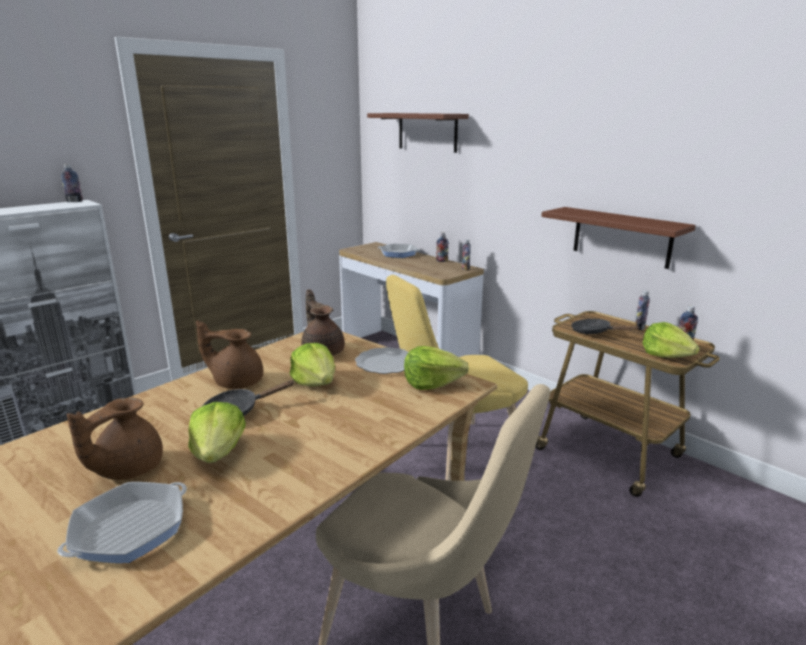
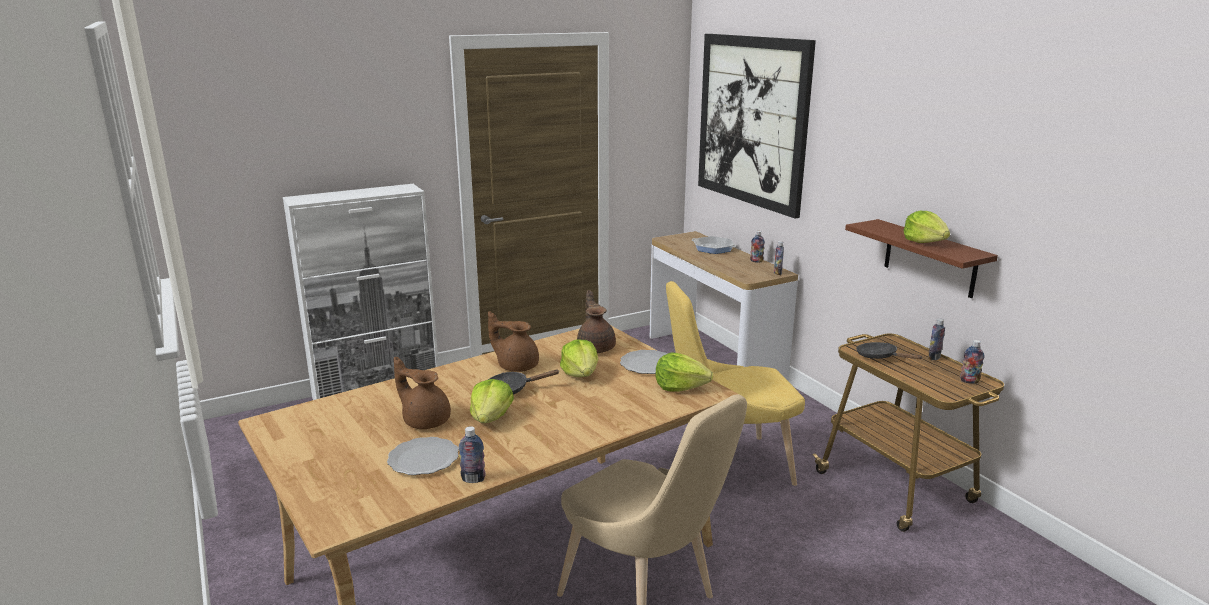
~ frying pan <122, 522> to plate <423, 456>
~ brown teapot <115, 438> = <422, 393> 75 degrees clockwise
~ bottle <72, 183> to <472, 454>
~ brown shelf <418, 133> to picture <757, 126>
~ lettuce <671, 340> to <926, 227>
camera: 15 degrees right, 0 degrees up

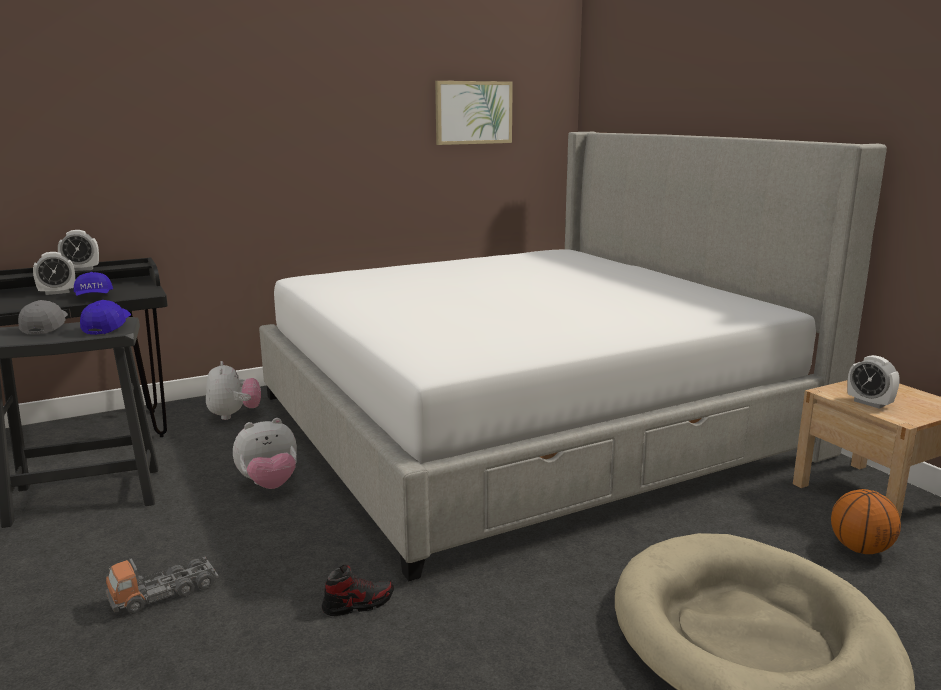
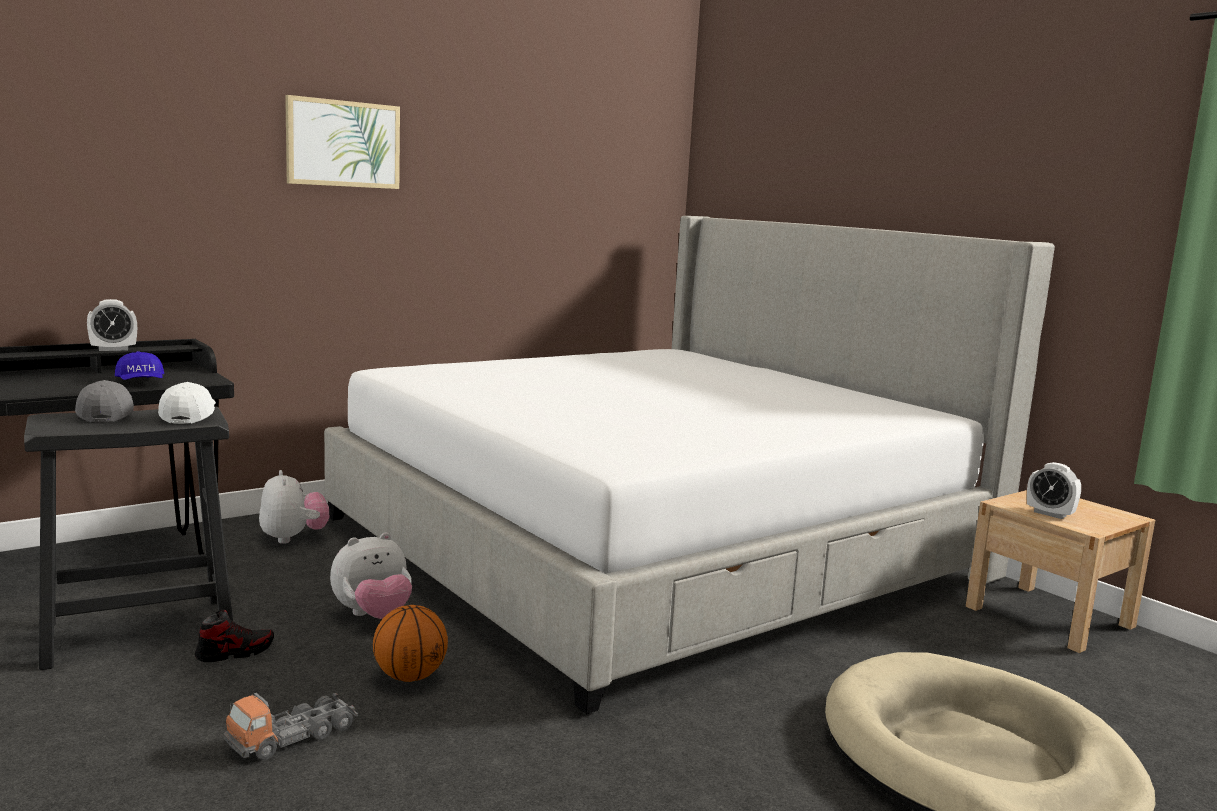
~ blue cap <105, 317> to white cap <187, 403>
~ shoe <358, 590> to <234, 636>
~ picture <474, 113> to <342, 142>
~ basketball <866, 521> to <410, 643>
- alarm clock <54, 273>
camera: 10 degrees left, 5 degrees down

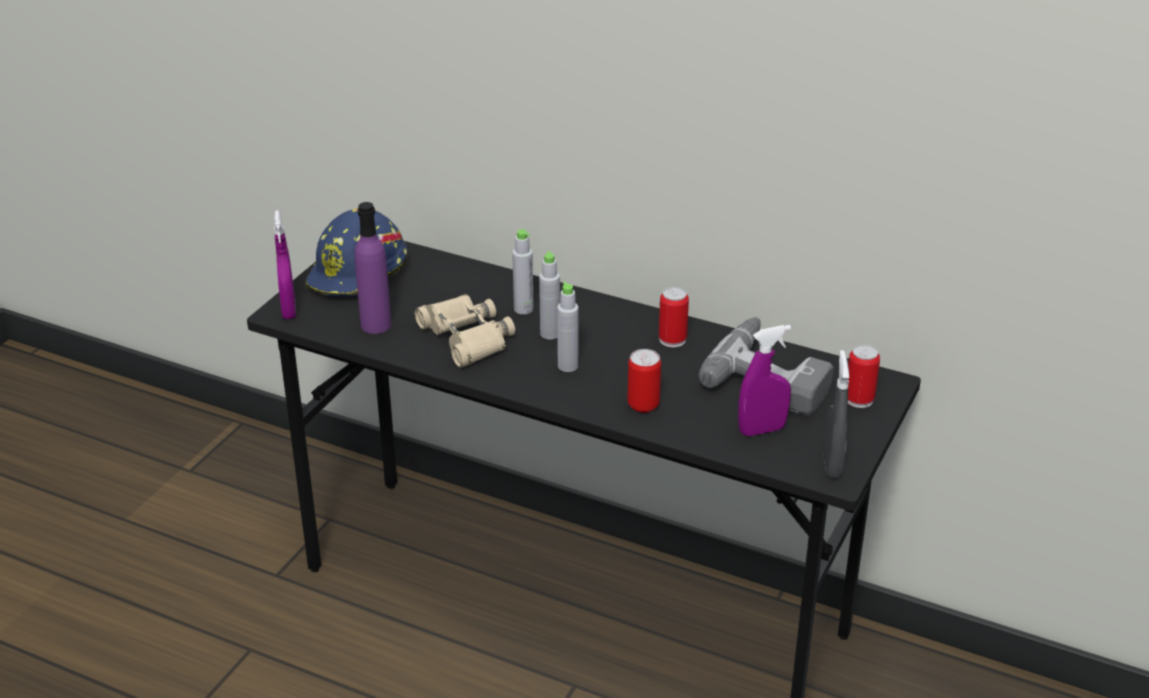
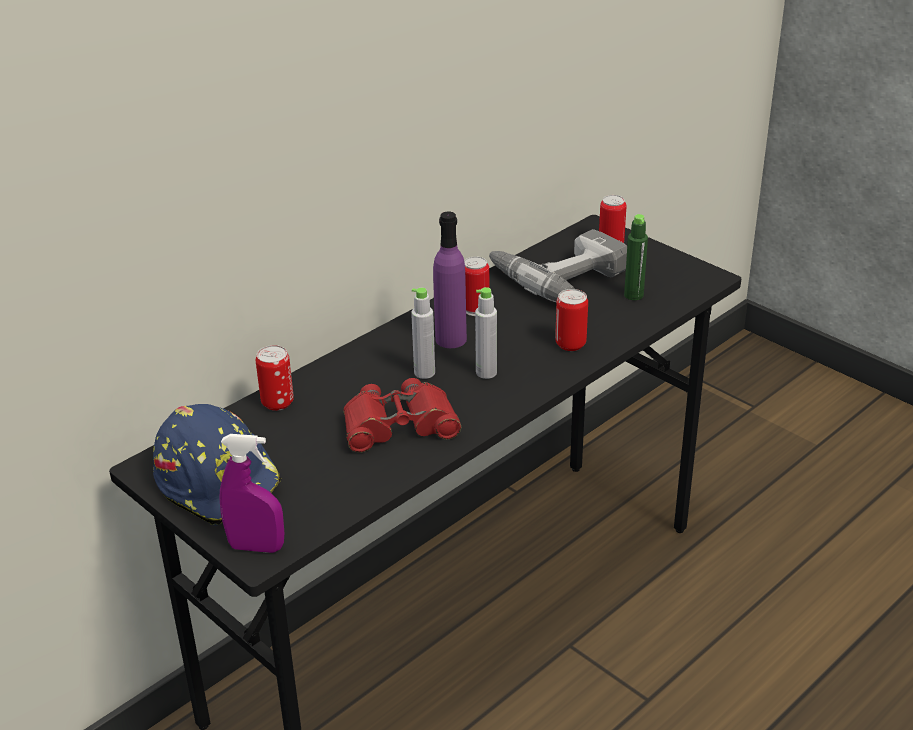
+ can <275, 378>
~ beige binoculars <465, 331> to red binoculars <402, 415>
~ purple bottle <373, 268> to <450, 280>
~ purple spray bottle <764, 380> to green bottle <636, 257>
- grey bottle <523, 272>
- grey spray bottle <836, 414>
camera: 70 degrees left, 0 degrees up

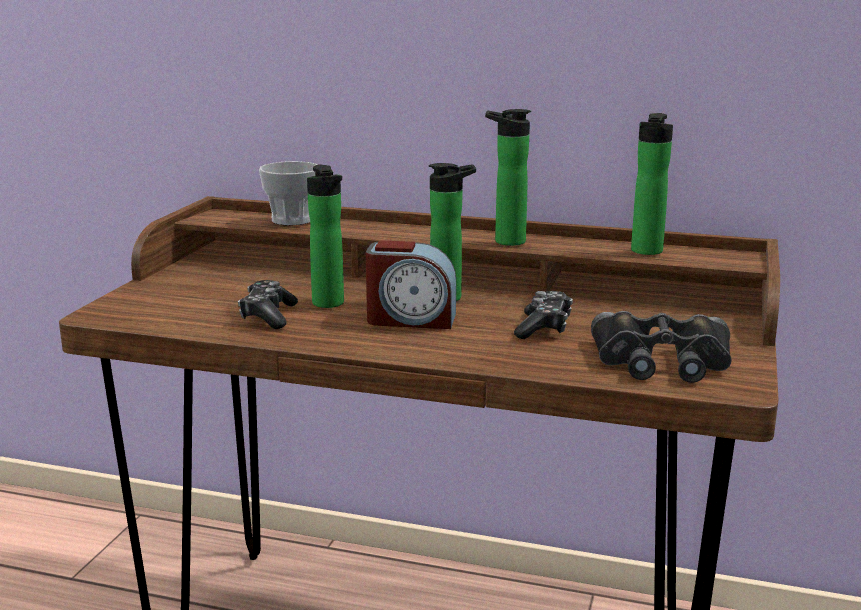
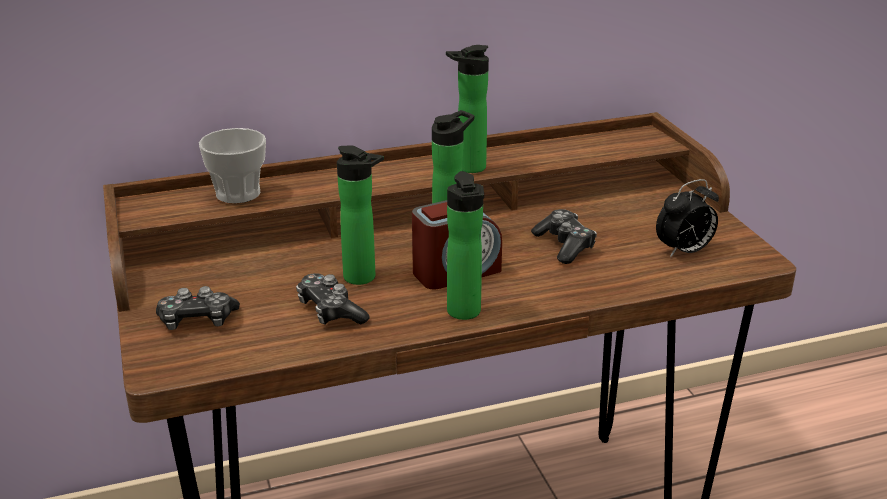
+ game controller <198, 308>
~ bottle <652, 184> to <465, 245>
~ black binoculars <661, 347> to alarm clock <687, 218>
camera: 35 degrees left, 10 degrees up

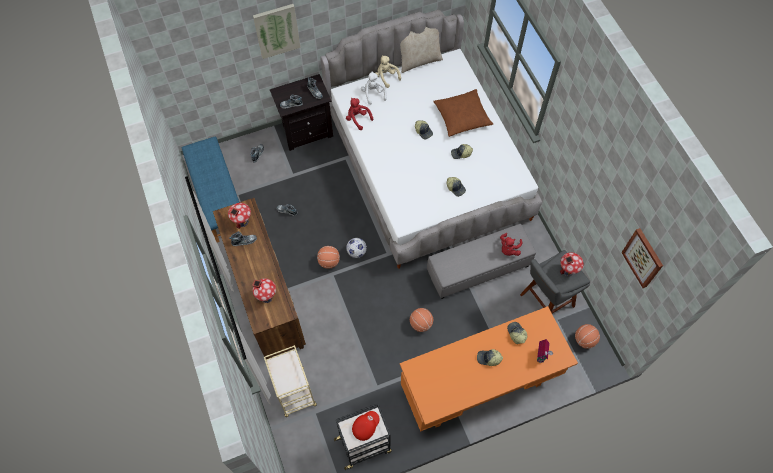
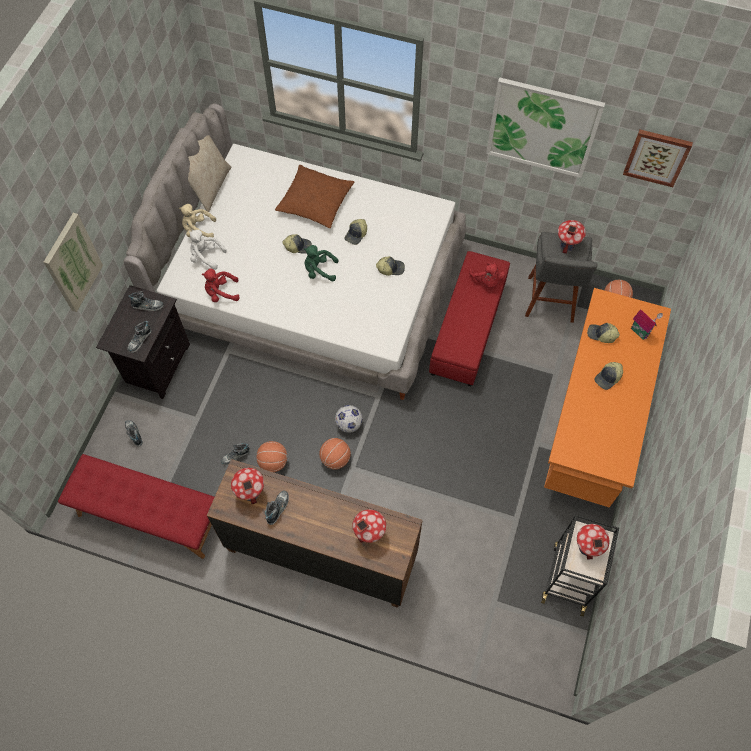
~ blue bench <210, 190> to red bench <136, 506>
~ basketball <421, 320> to <271, 456>
+ green plush toy <321, 263>
~ grey ottoman <481, 261> to red ottoman <469, 318>
+ picture <545, 127>
~ red cap <366, 426> to toy house <593, 542>
- beige cart <290, 381>
camera: 50 degrees left, 0 degrees up

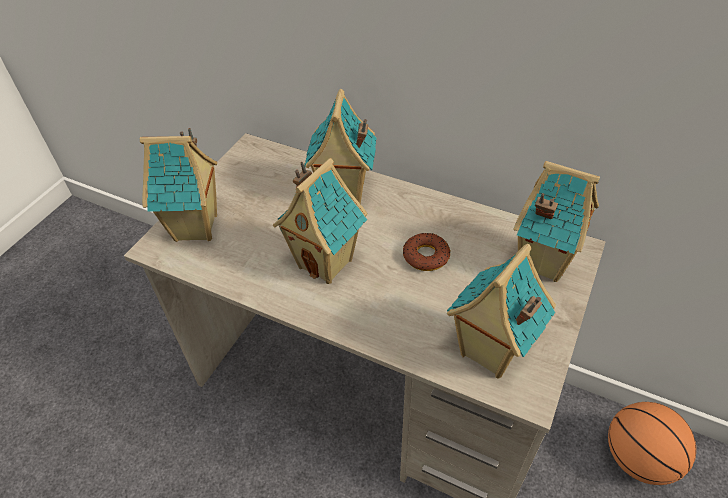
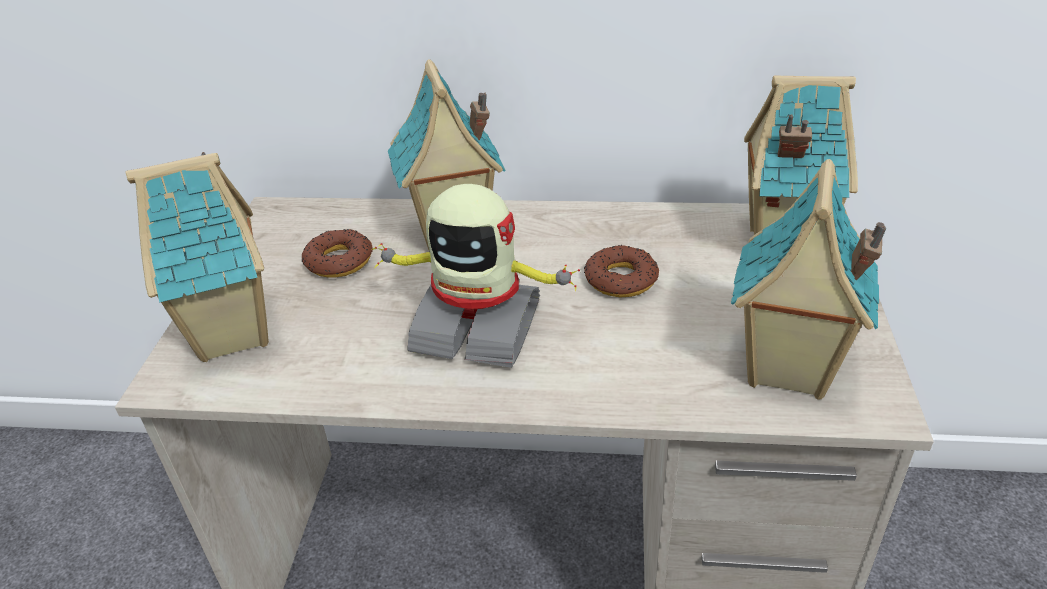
+ donut <337, 253>
~ toy house <320, 221> to toy robot <475, 276>
- basketball <652, 443>
camera: 20 degrees left, 10 degrees down

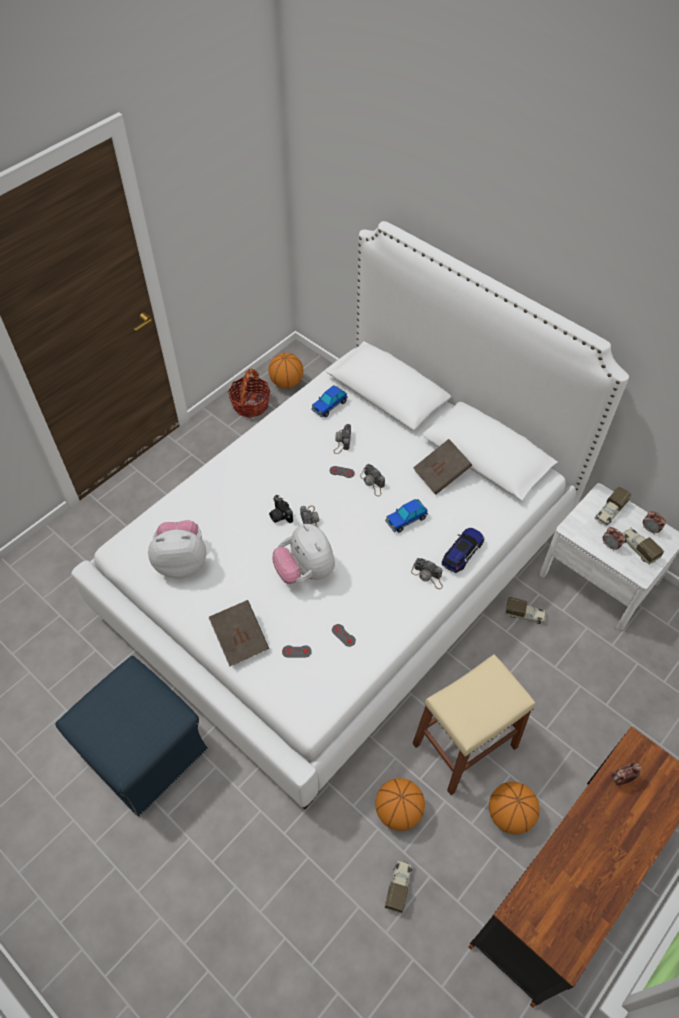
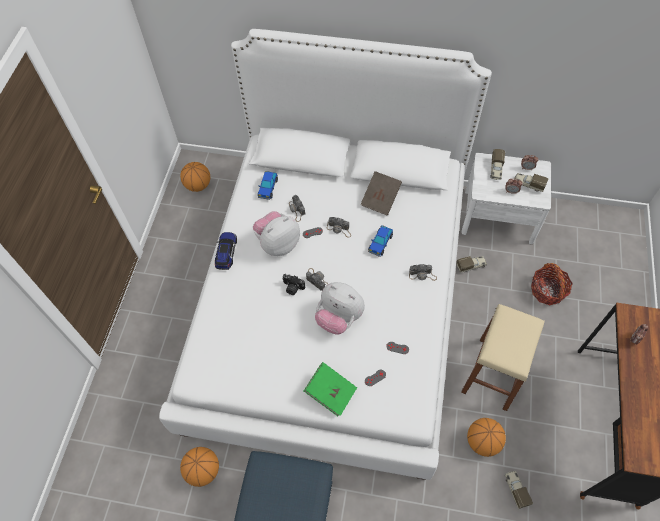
~ basketball <514, 808> to <199, 467>
~ toy car <463, 550> to <226, 251>
~ plush toy <177, 549> to <276, 233>
~ brown book <239, 633> to green book <330, 389>
~ basket <249, 393> to <552, 284>
camera: 30 degrees left, 5 degrees up

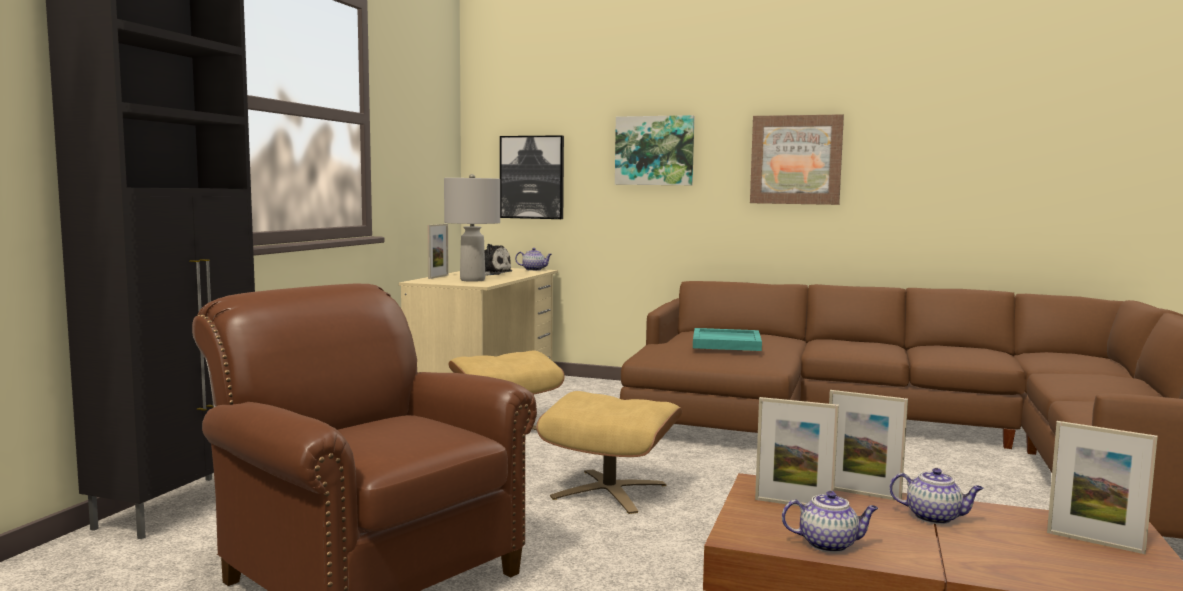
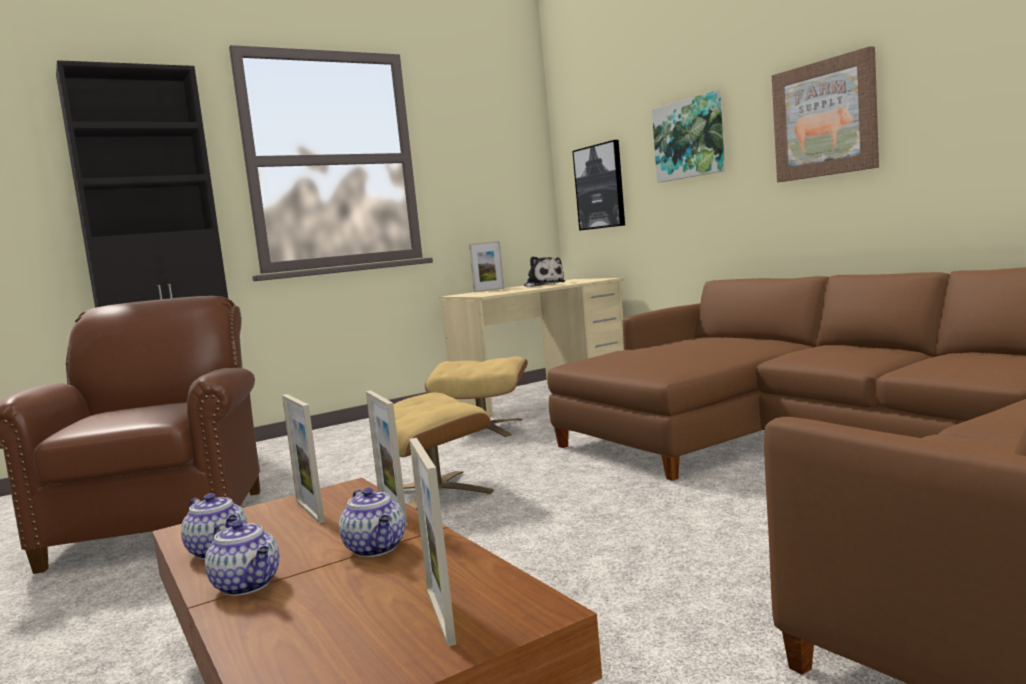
~ teapot <533, 259> to <242, 558>
- grey table lamp <472, 228>
- turquoise tray <727, 339>
camera: 40 degrees right, 0 degrees up

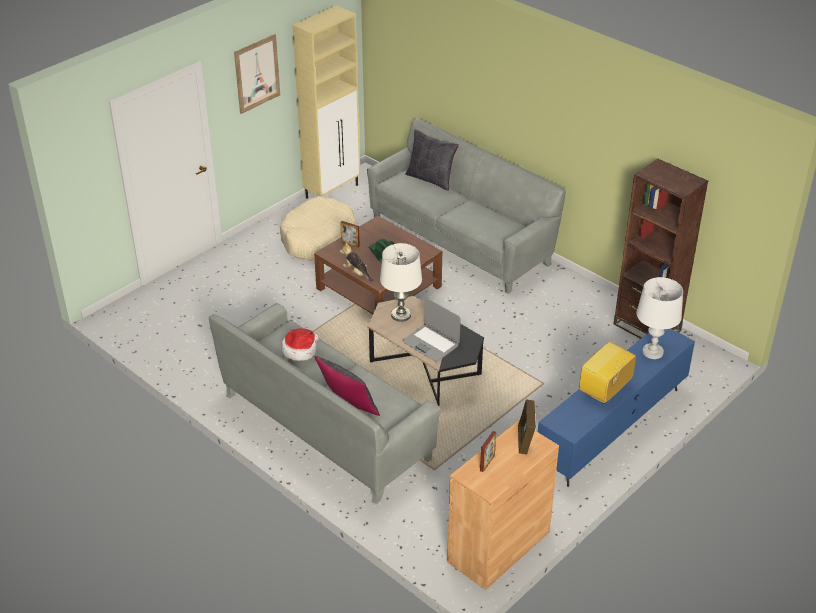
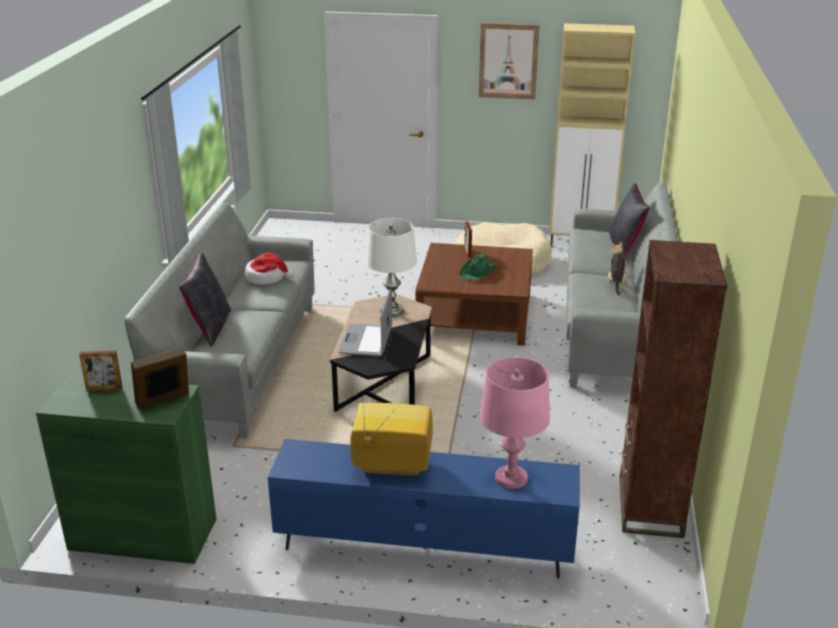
~ brown cabinet <503, 505> to green cabinet <126, 469>
~ white table lamp <660, 318> to pink table lamp <515, 423>
~ plush toy <357, 262> to <619, 268>
camera: 55 degrees right, 10 degrees down

